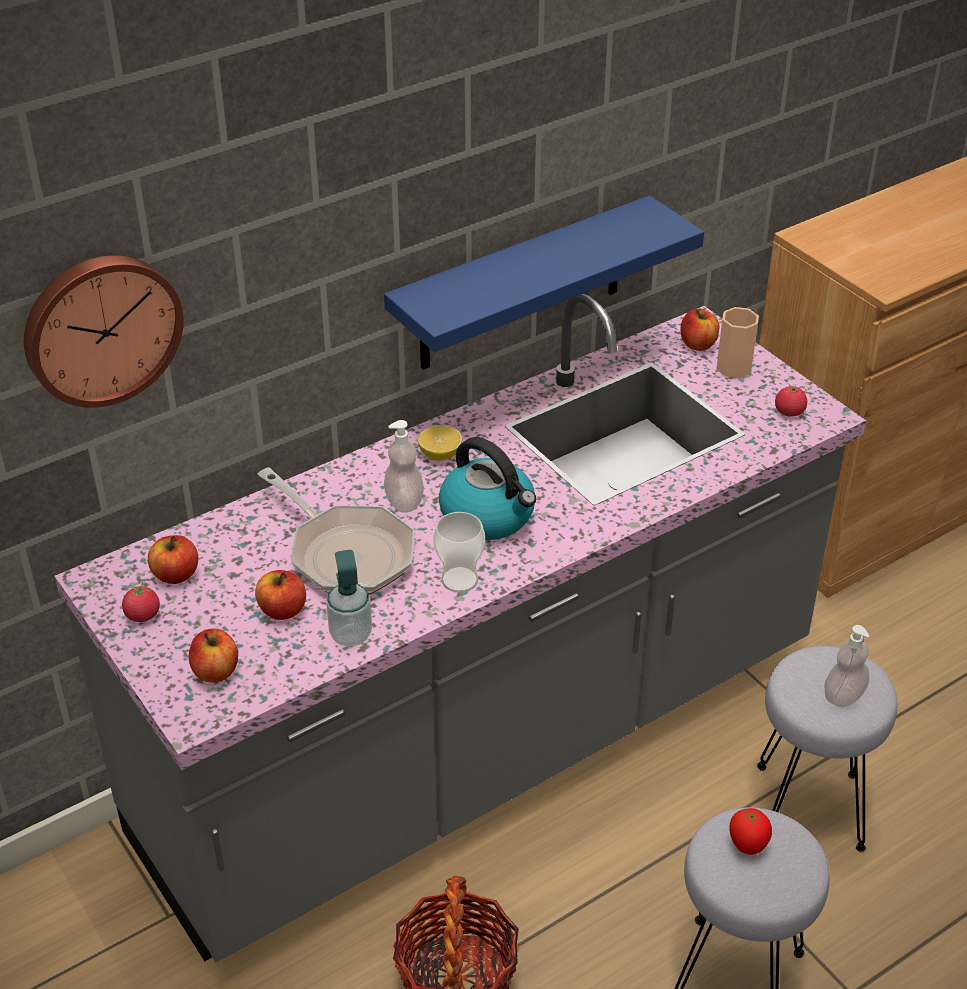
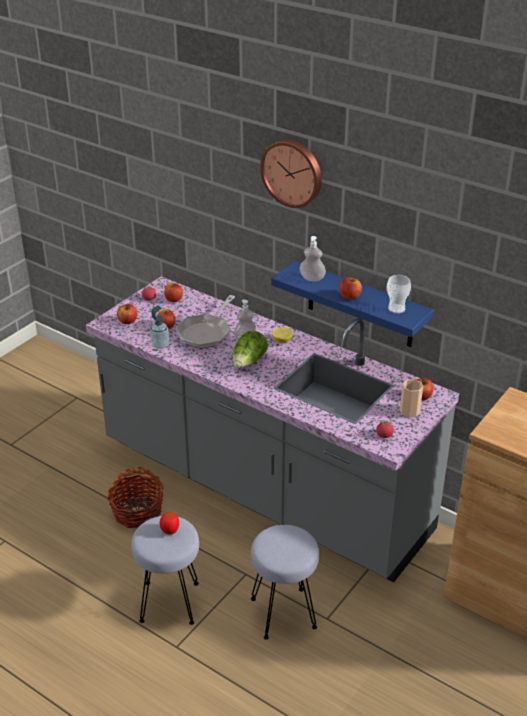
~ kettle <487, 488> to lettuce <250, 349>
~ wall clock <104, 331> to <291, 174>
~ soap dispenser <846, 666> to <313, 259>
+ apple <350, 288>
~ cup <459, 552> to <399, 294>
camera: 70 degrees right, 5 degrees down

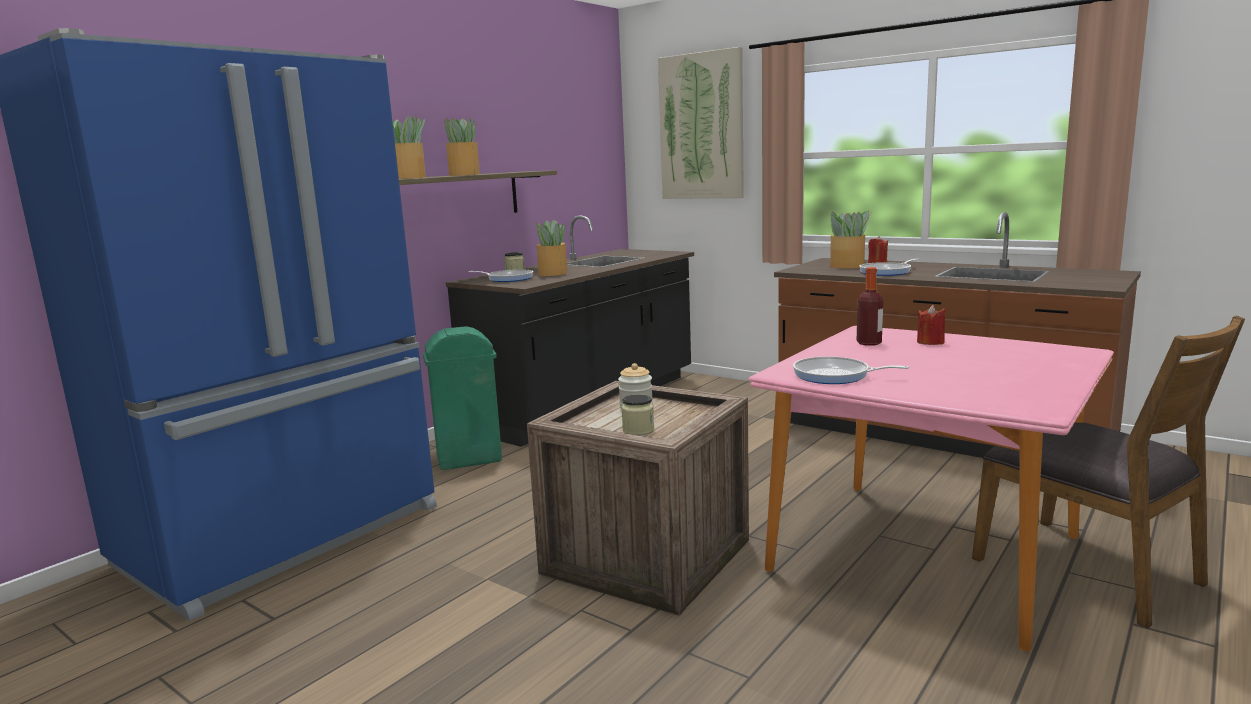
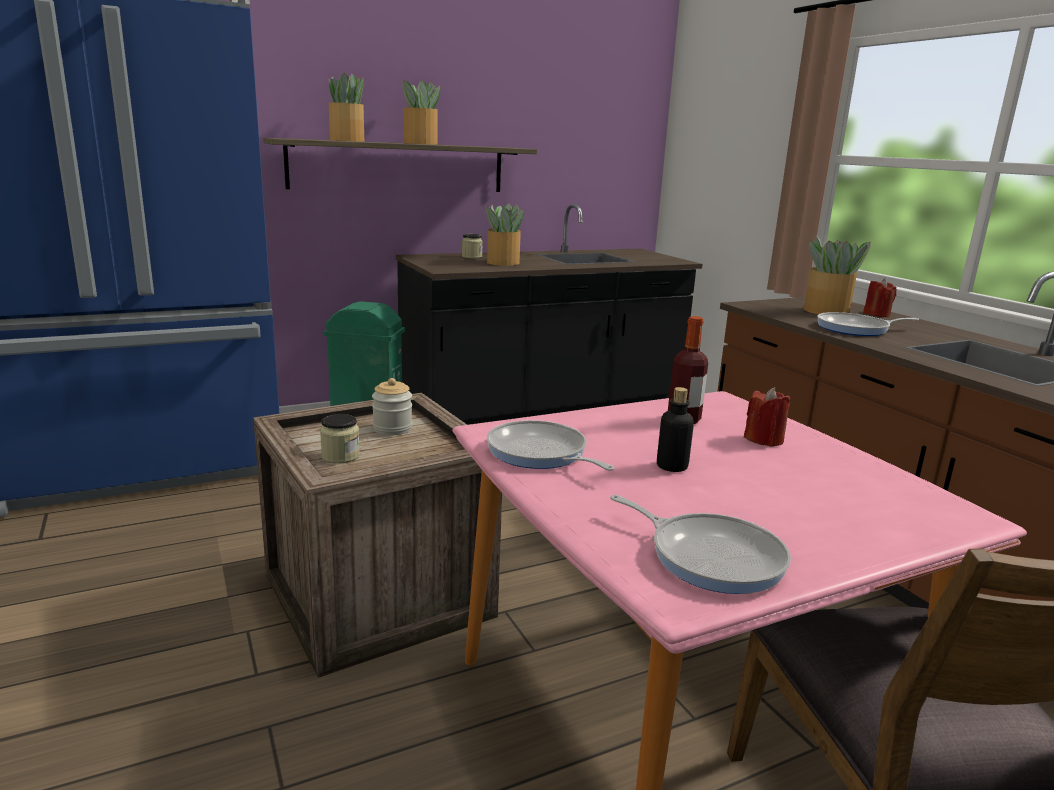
~ frying pan <501, 275> to <700, 544>
+ bottle <675, 429>
- picture <701, 123>
camera: 25 degrees right, 5 degrees up

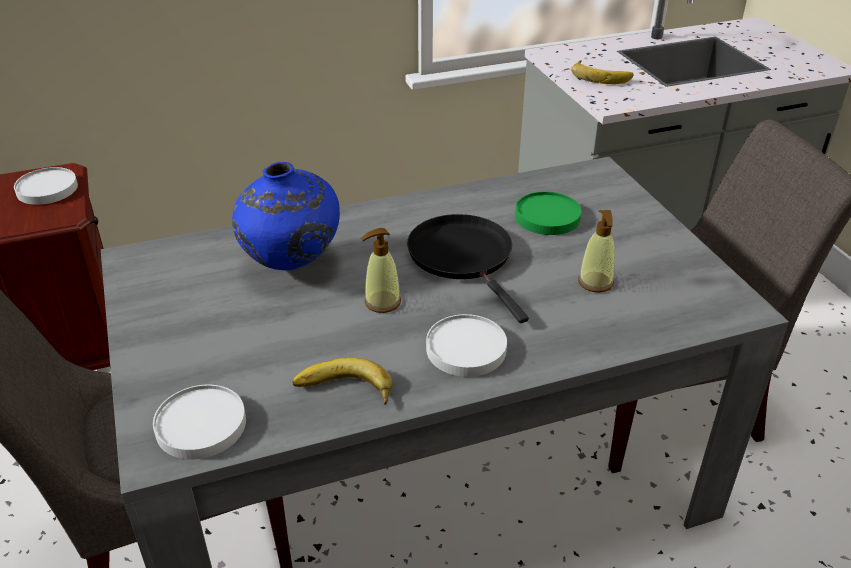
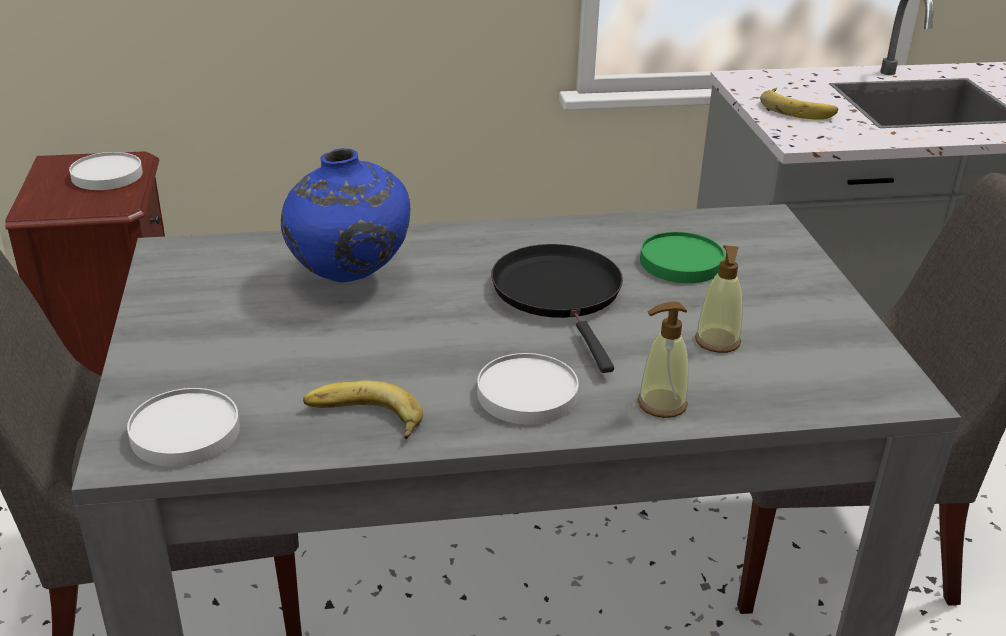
~ soap dispenser <381, 270> to <663, 360>
camera: 10 degrees right, 5 degrees down

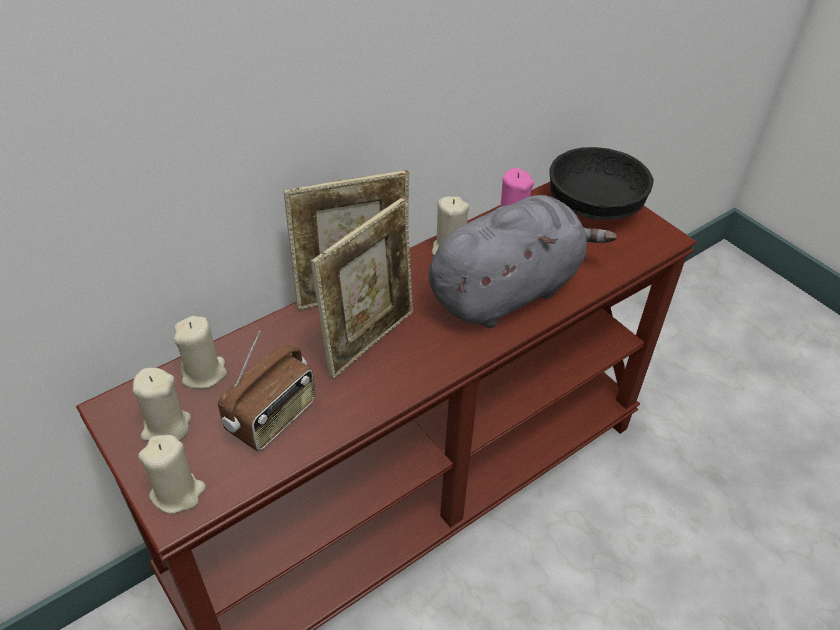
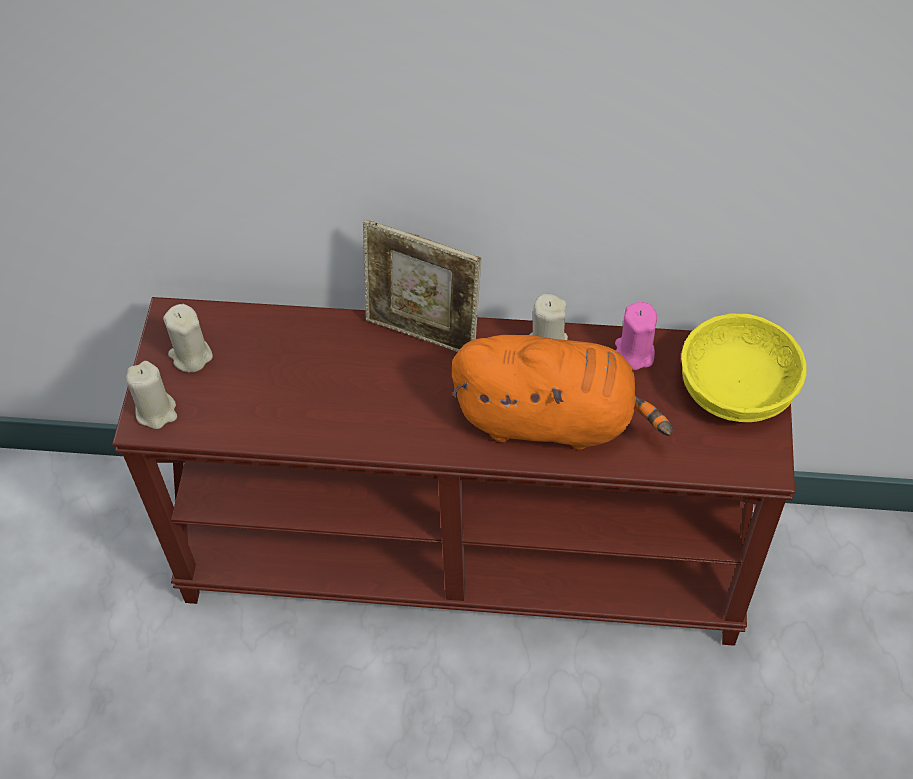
~ grey plush toy <523, 261> to orange plush toy <562, 392>
~ black bowl <602, 183> to yellow bowl <744, 368>
- beige candle <200, 352>
- radio <266, 391>
- picture frame <362, 288>
camera: 45 degrees right, 10 degrees up

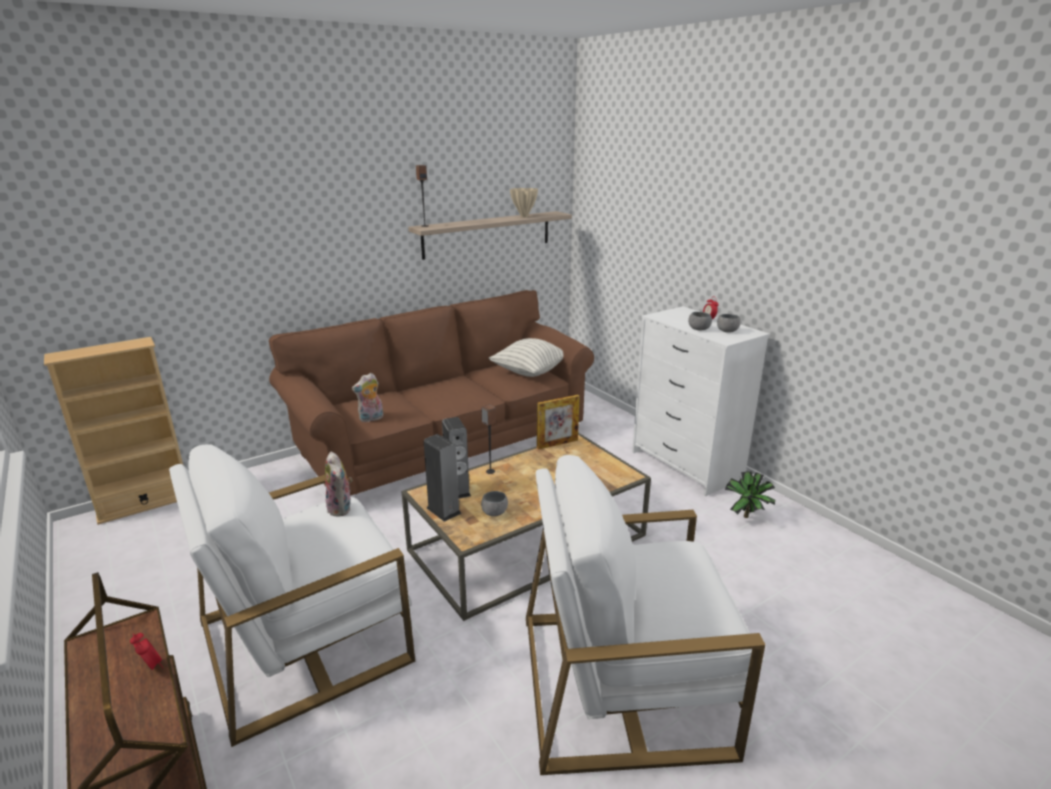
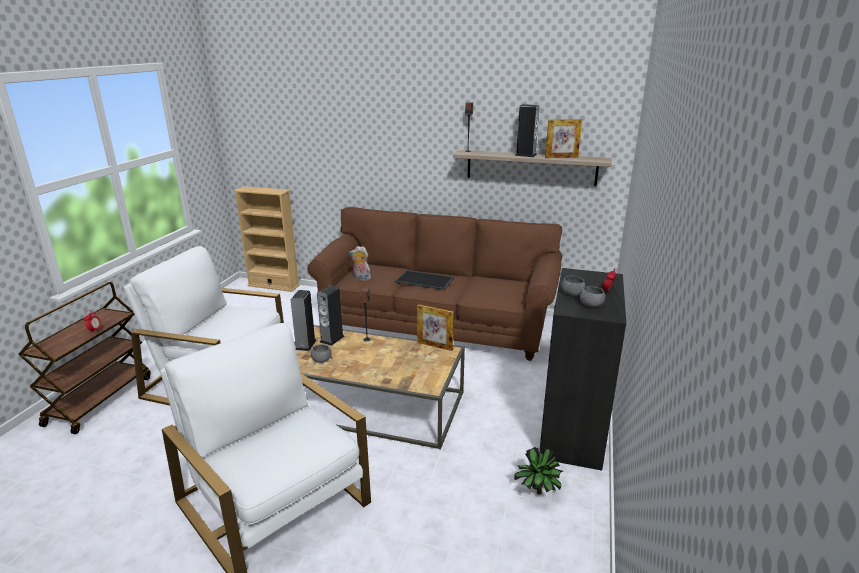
+ tray <424, 280>
+ speaker <527, 130>
~ white dresser <701, 401> to black dresser <582, 369>
~ beige vase <524, 203> to picture frame <563, 138>
- plush toy <339, 484>
- pillow <526, 357>
camera: 50 degrees right, 0 degrees up

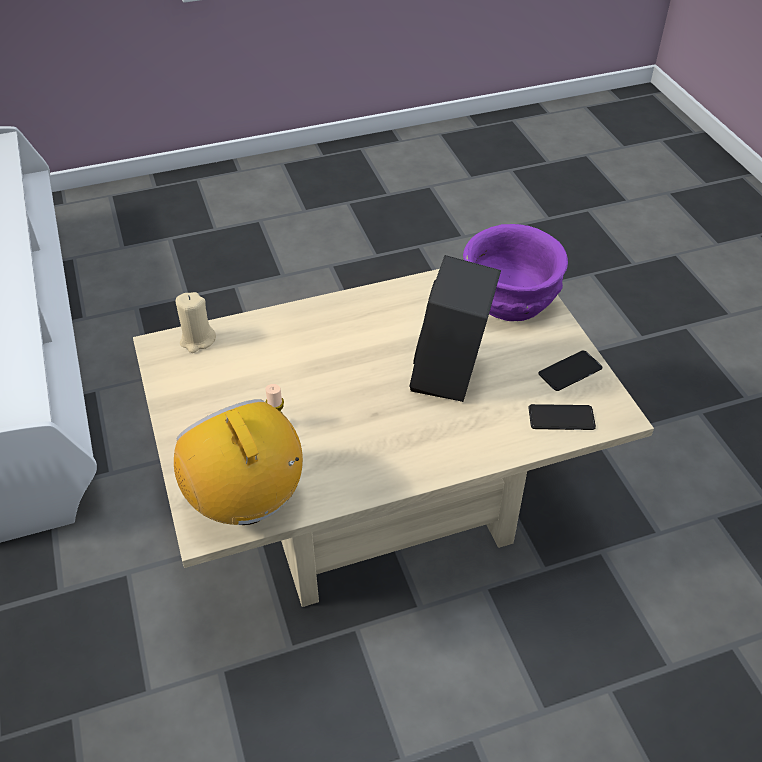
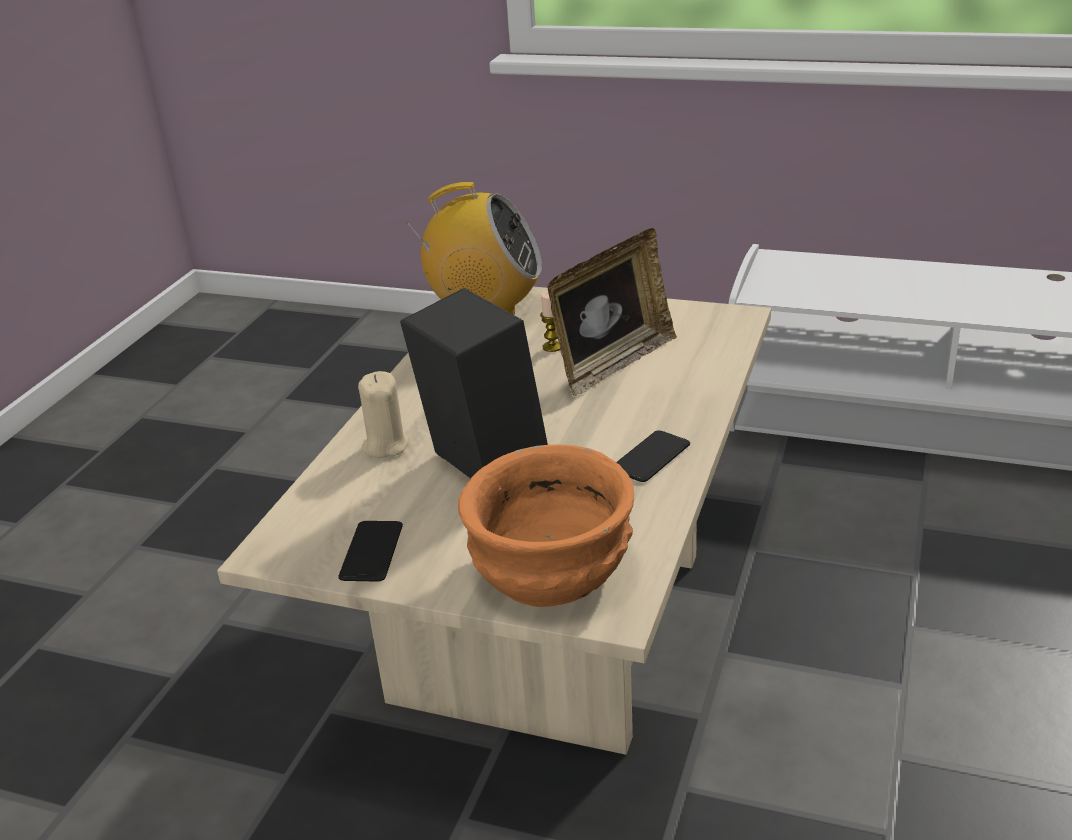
~ beige candle <196, 322> to <383, 414>
~ purple bowl <515, 272> to orange bowl <546, 526>
+ picture frame <612, 312>
~ phone <562, 417> to <653, 456>
camera: 130 degrees right, 15 degrees down

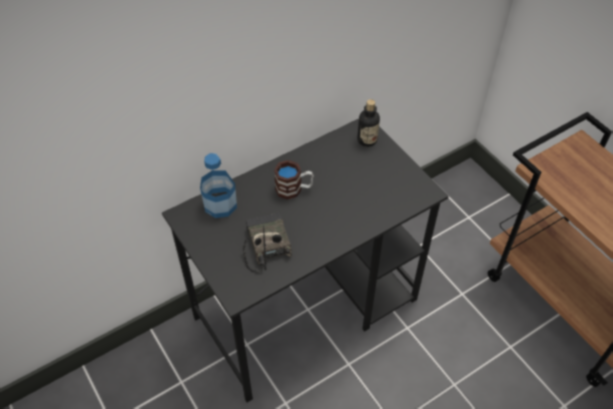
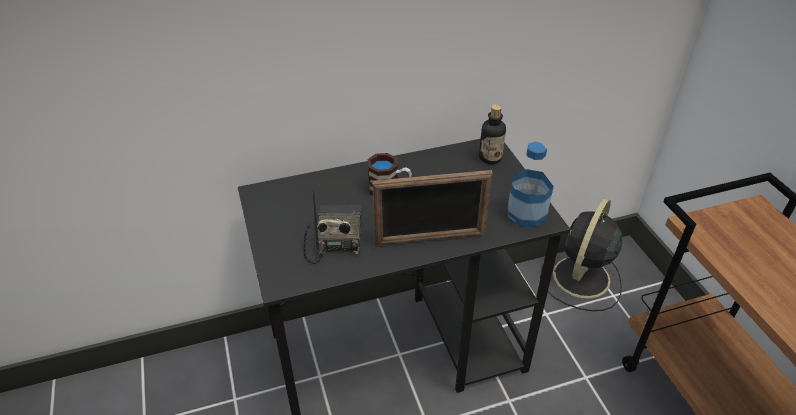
+ picture frame <432, 208>
~ bottle <218, 185> to <530, 184>
+ black fan <581, 254>
camera: 15 degrees right, 10 degrees down

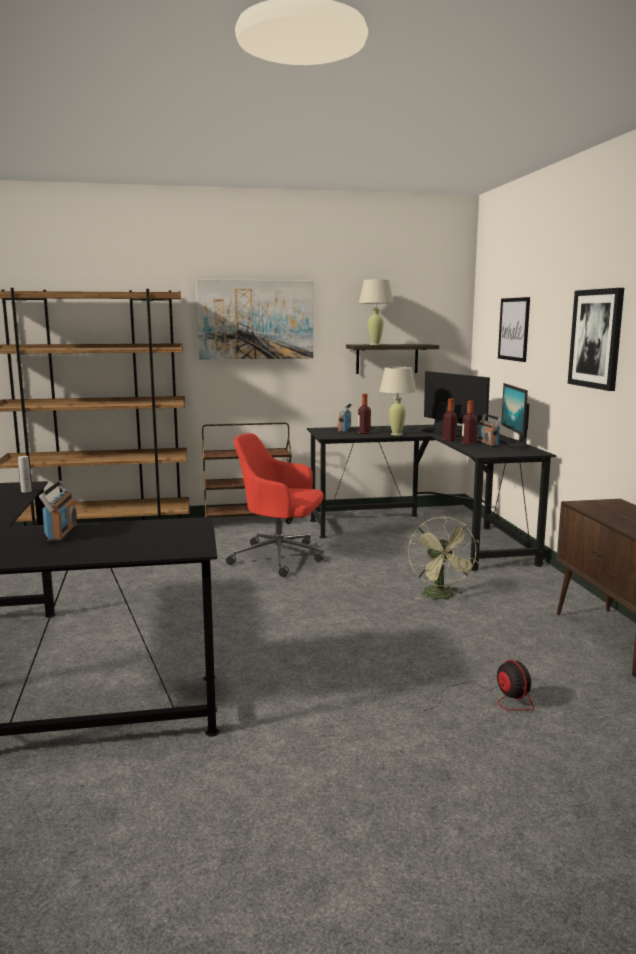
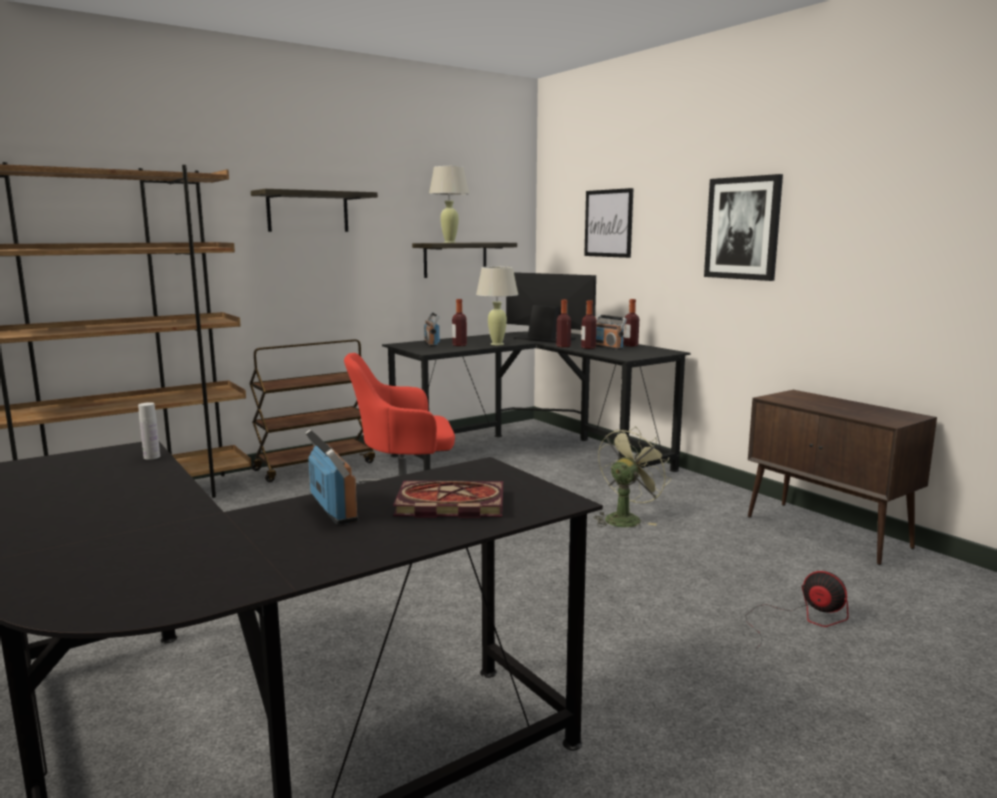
~ picture <254, 319> to shelf <314, 210>
+ book <448, 499>
~ green fan <443, 558> = <632, 476> 105 degrees counterclockwise
~ monitor <514, 416> to bottle <631, 322>
camera: 25 degrees left, 0 degrees up

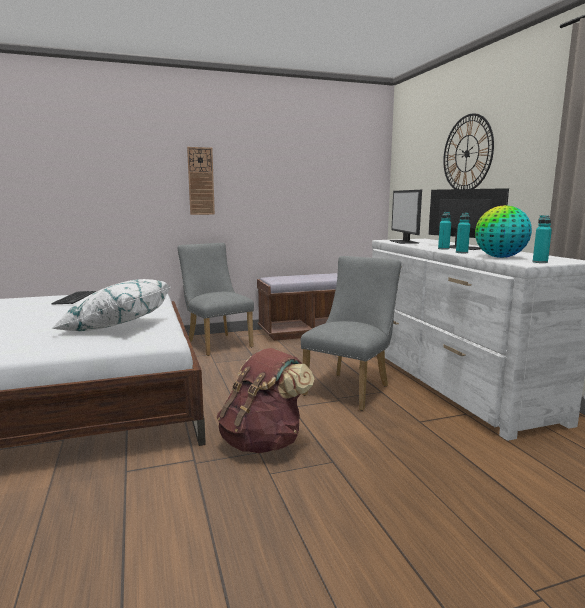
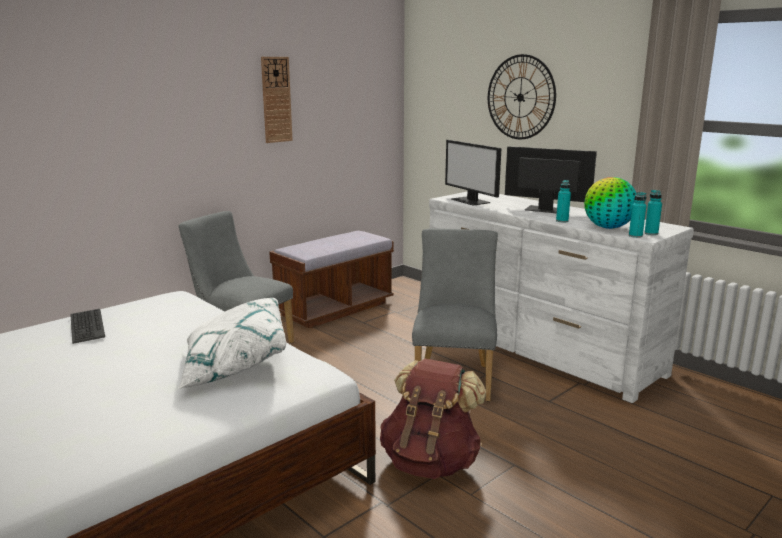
~ wall clock <201, 181> to <277, 100>
~ turquoise bottle <444, 231> to <638, 215>
camera: 25 degrees left, 5 degrees up

